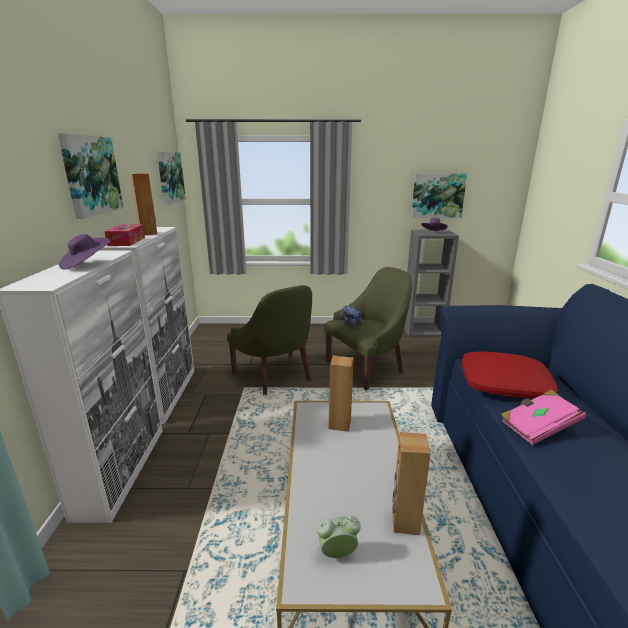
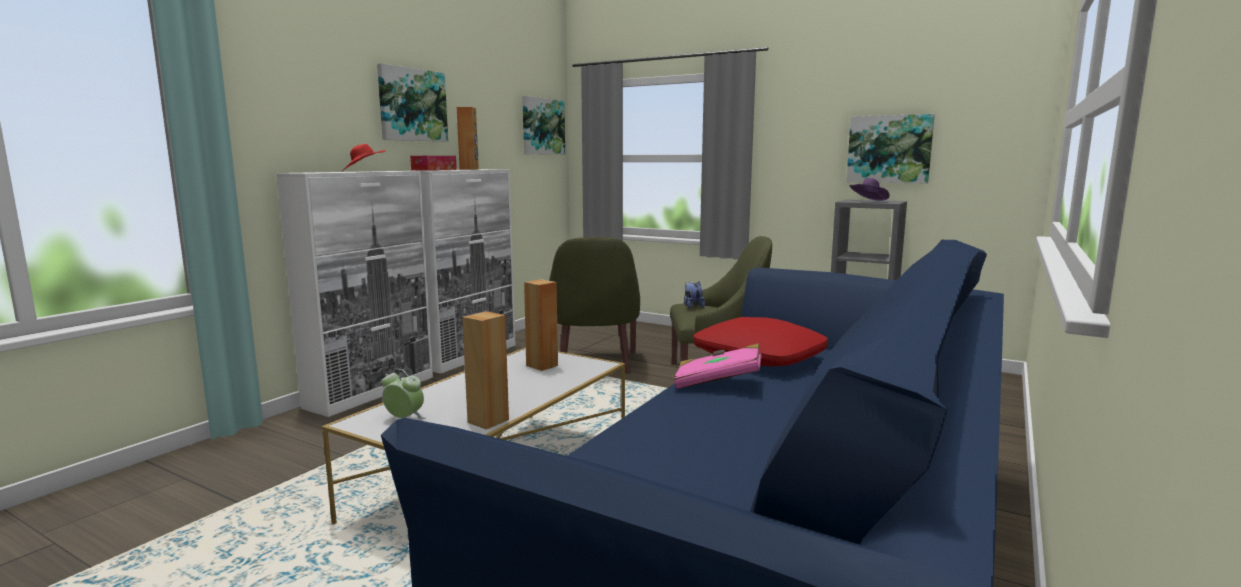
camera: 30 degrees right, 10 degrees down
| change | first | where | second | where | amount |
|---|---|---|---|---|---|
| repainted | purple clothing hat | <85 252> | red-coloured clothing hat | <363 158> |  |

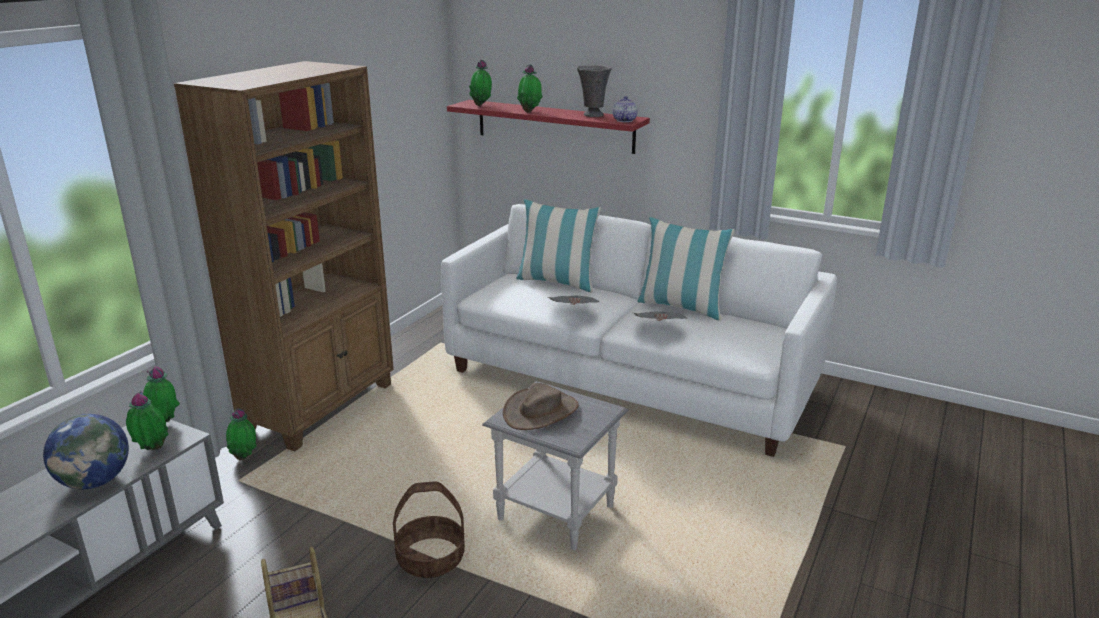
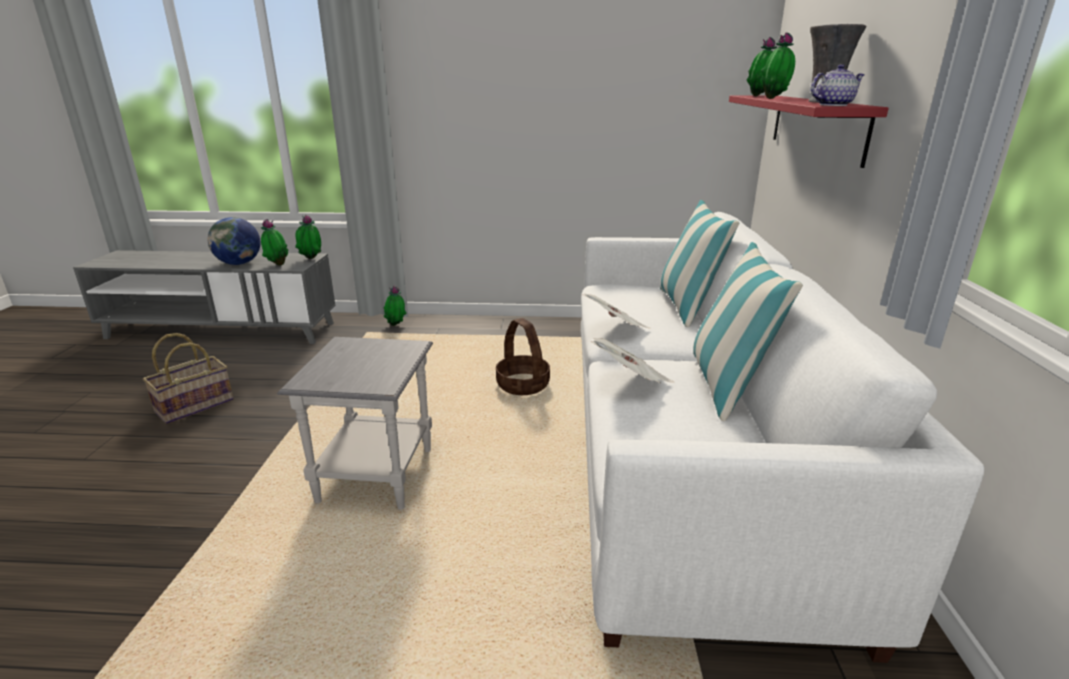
camera: 65 degrees right, 0 degrees up
| change | first | where | second | where | amount |
|---|---|---|---|---|---|
| gone | brown bookshelf | <284 256> |  |  |  |
| shifted | basket | <429 529> |  | <523 356> |  |
| gone | brown clothing hat | <541 406> |  |  |  |

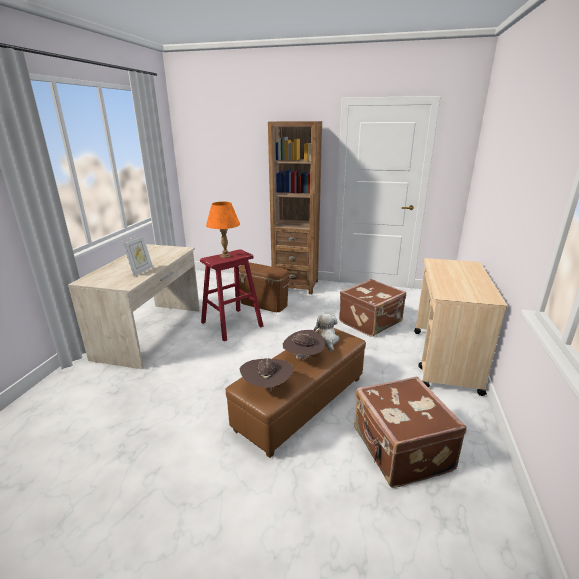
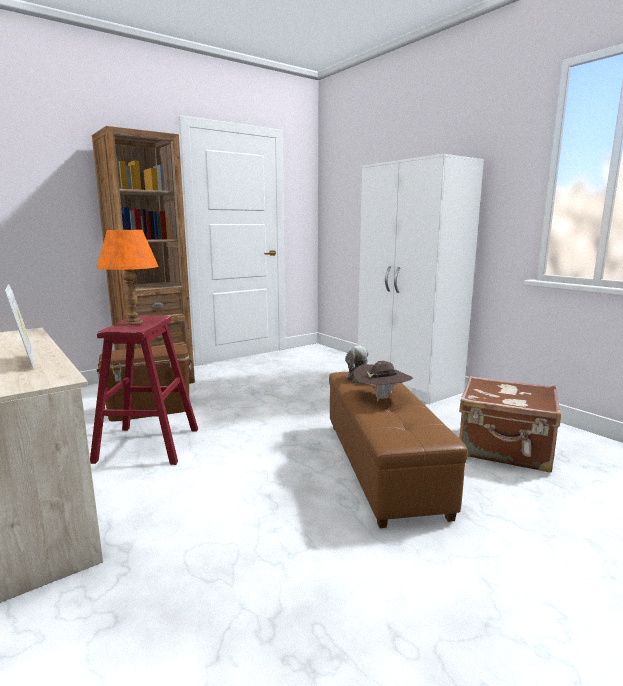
camera: 50 degrees left, 10 degrees down
| change | first | where | second | where | amount |
|---|---|---|---|---|---|
| gone | brown clothing hat | <266 373> |  |  |  |
| gone | brown piece of luggage | <372 308> |  |  |  |
| swapped | beige cart | <461 327> | whitish wardrobe | <421 279> |  |

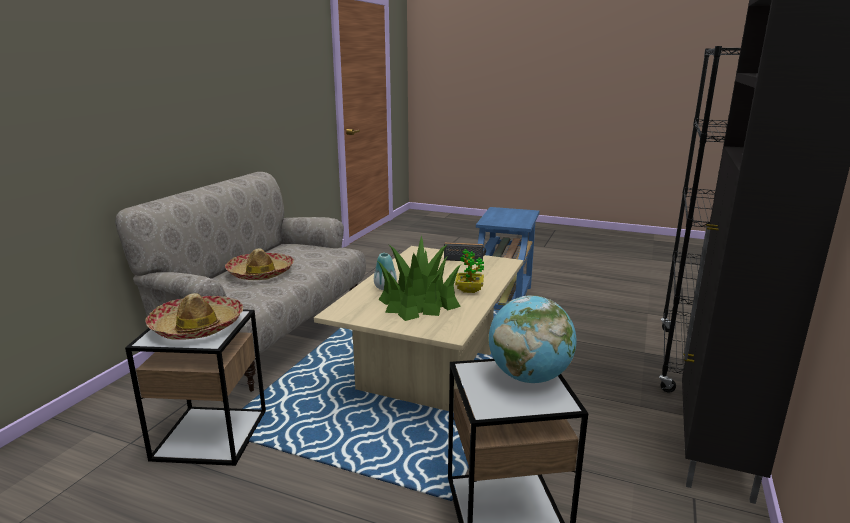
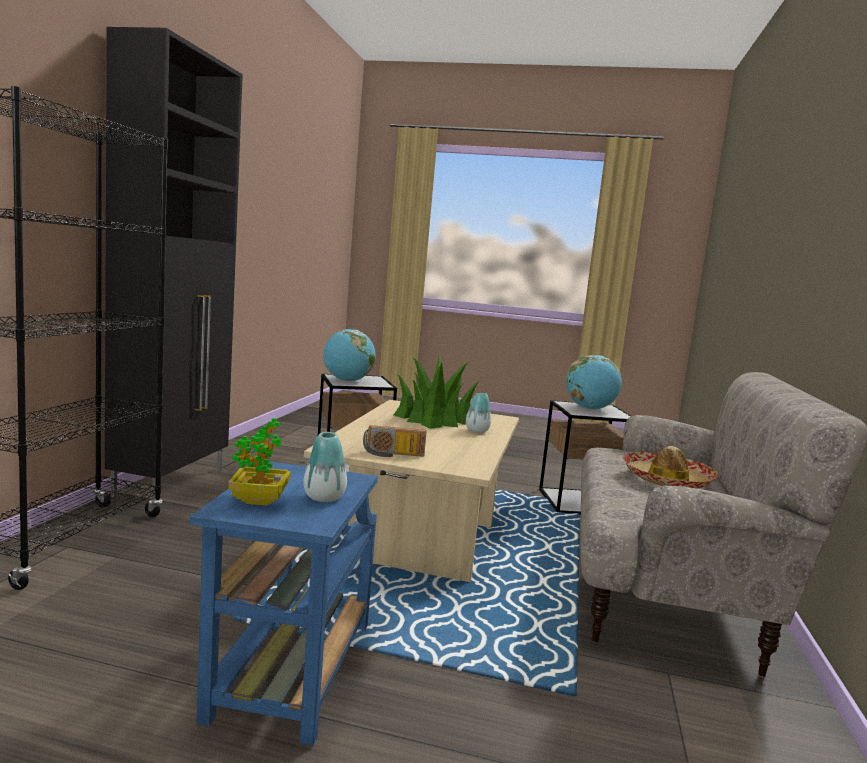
camera: 170 degrees right, 10 degrees down
| change | first | where | second | where | amount |
|---|---|---|---|---|---|
| swapped | clothing hat | <194 316> | globe | <594 382> |  |
| shifted | houseplant | <469 271> |  | <259 462> |  |
| new |  |  | flower vase | <325 467> |  |

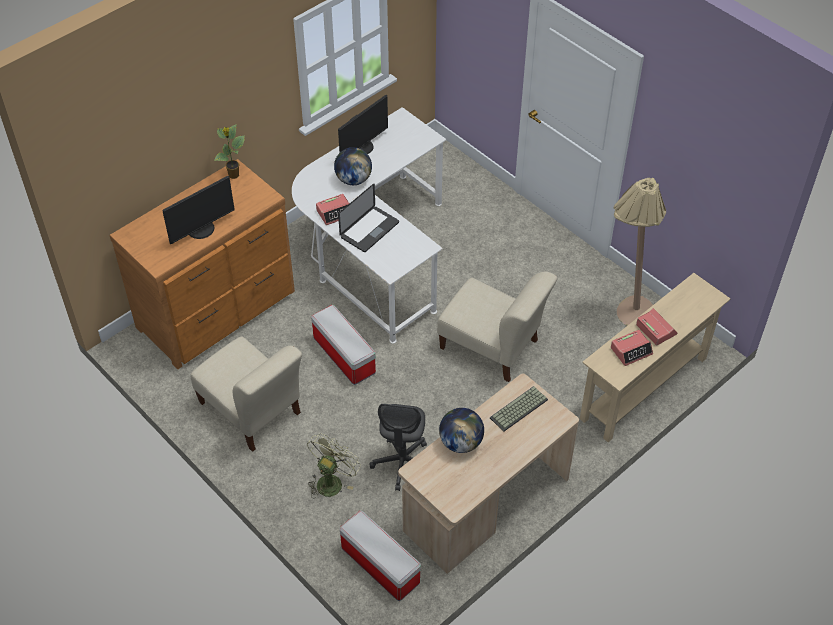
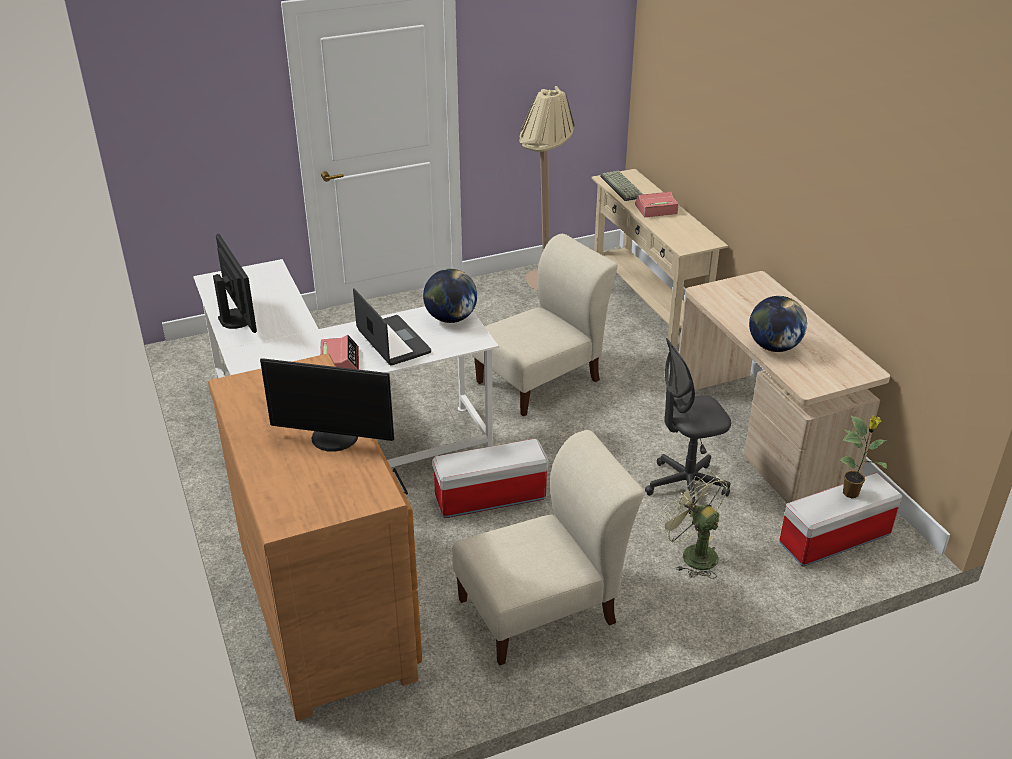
camera: 70 degrees left, 15 degrees down
| change | first | where | second | where | amount |
|---|---|---|---|---|---|
| rotated | monitor | <198 210> |  | <327 405> | 120 degrees clockwise |
| shifted | houseplant | <229 151> |  | <863 456> |  |
| shifted | globe | <353 166> |  | <450 296> |  |
| rotated | gray office chair | <398 447> |  | <688 426> | 135 degrees clockwise |
| shifted | PC keyboard | <519 408> |  | <621 186> |  |
| gone | bedside clock | <632 348> |  |  |  |

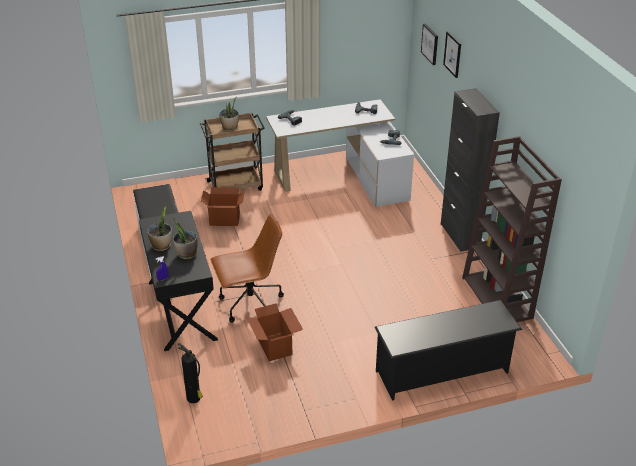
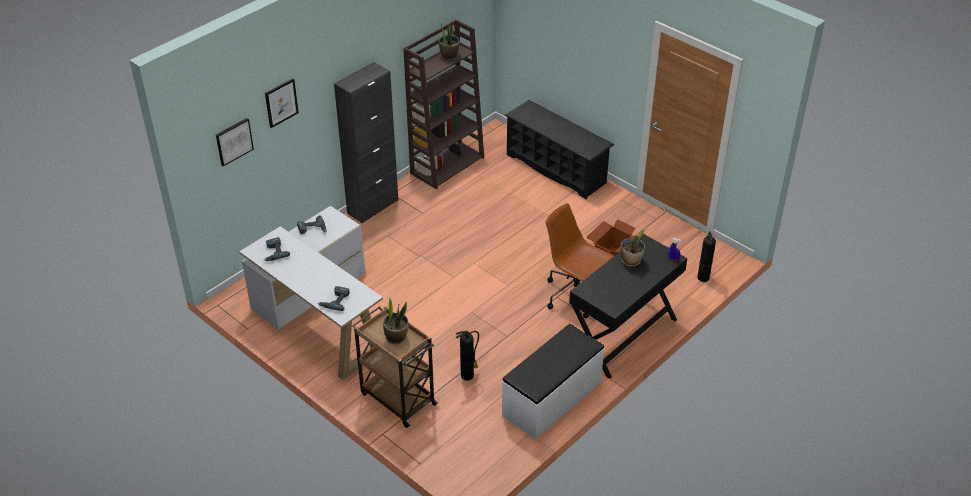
camera: 120 degrees left, 5 degrees up
| change | first | where | second | where | amount |
|---|---|---|---|---|---|
| shifted | houseplant | <159 229> |  | <449 40> |  |
| swapped | carton | <223 206> | fire extinguisher | <467 356> |  |

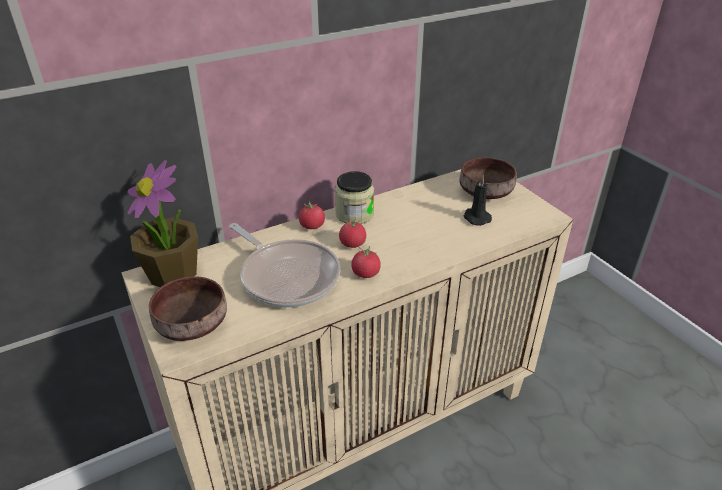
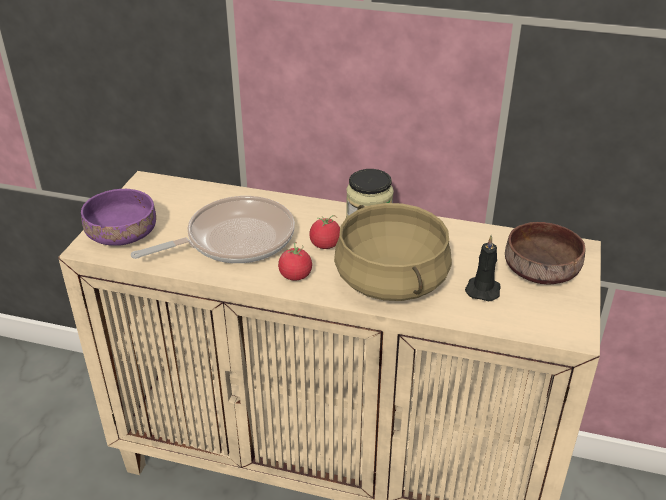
camera: 45 degrees right, 0 degrees up
| change | first | where | second | where | amount |
|---|---|---|---|---|---|
| gone | houseplant | <162 223> |  |  |  |
| repainted | brown bowl | <188 308> | purple bowl | <118 217> |  |
| rotated | skillet | <284 265> |  | <213 229> | 120 degrees counterclockwise |
| gone | whole tomato | <312 214> |  |  |  |
| new |  |  | beige saucepot | <393 252> |  |

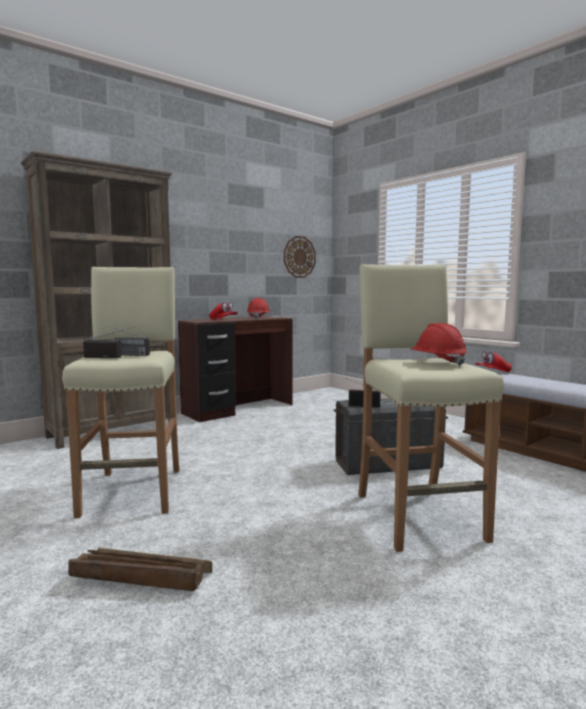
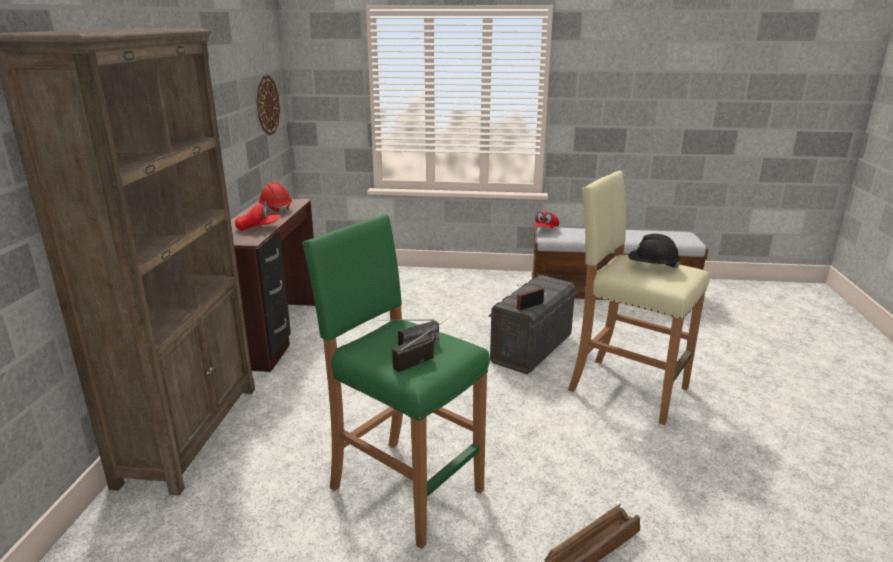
camera: 45 degrees left, 15 degrees up
| change | first | where | second | where | amount |
|---|---|---|---|---|---|
| repainted | beige stool | <120 392> | green stool | <396 381> |  |
| repainted | red-coloured work helmet | <439 344> | black work helmet | <654 251> |  |

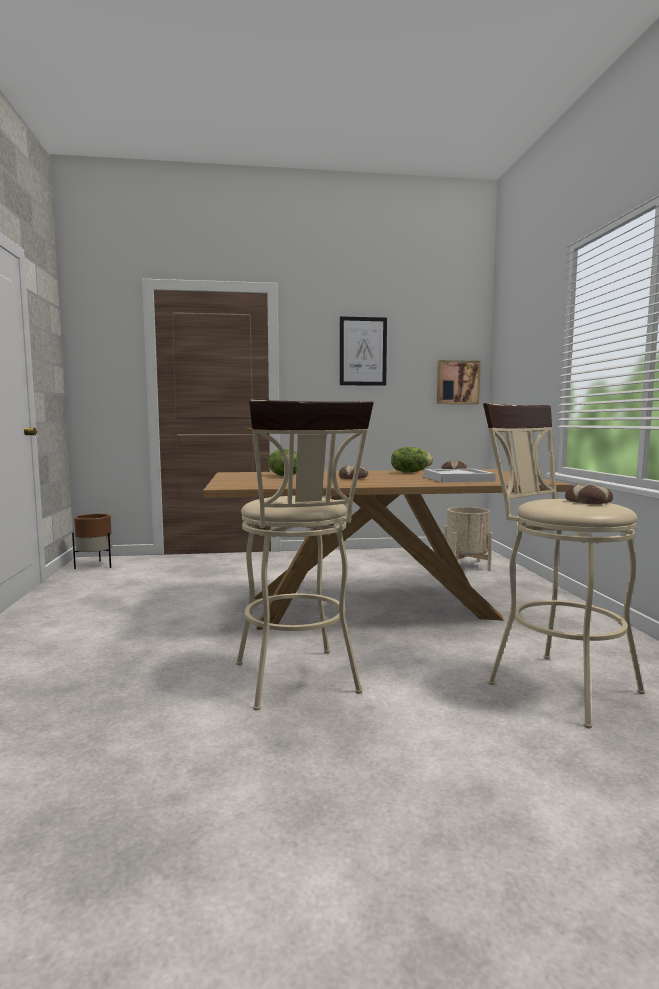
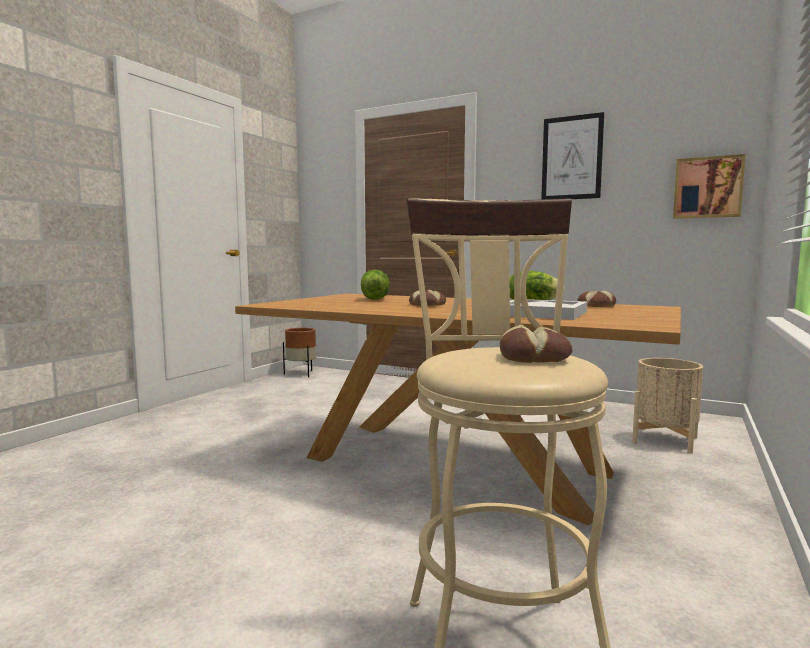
camera: 35 degrees right, 0 degrees up
| change | first | where | second | where | amount |
|---|---|---|---|---|---|
| gone | beige stool | <305 555> |  |  |  |

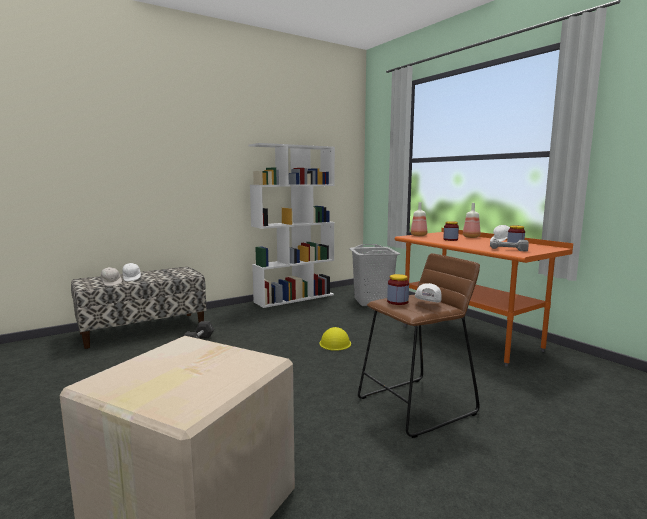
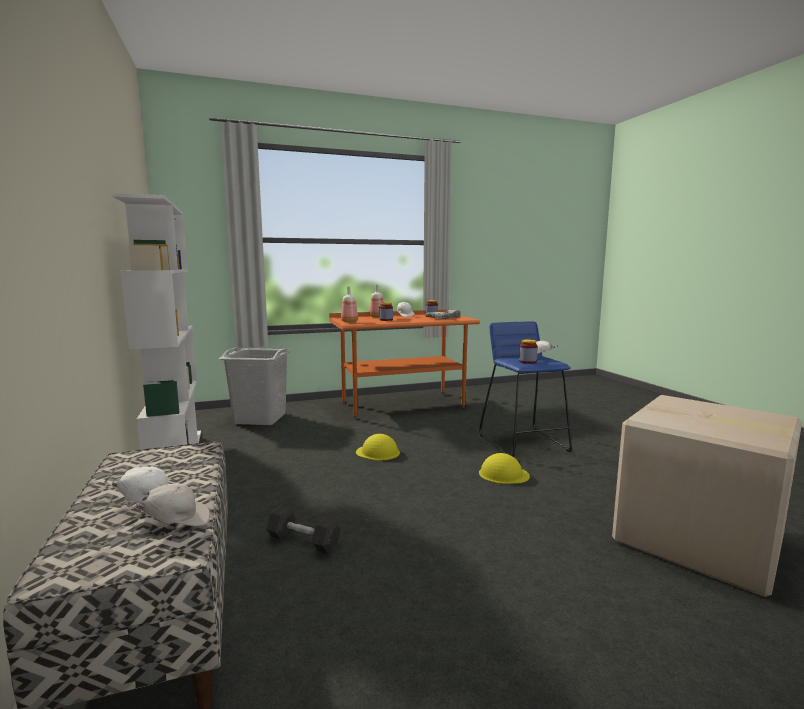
camera: 75 degrees left, 0 degrees up
| change | first | where | second | where | amount |
|---|---|---|---|---|---|
| repainted | brown stool | <419 345> | blue stool | <525 389> |  |
| new |  |  | yellow work helmet | <504 468> |  |

